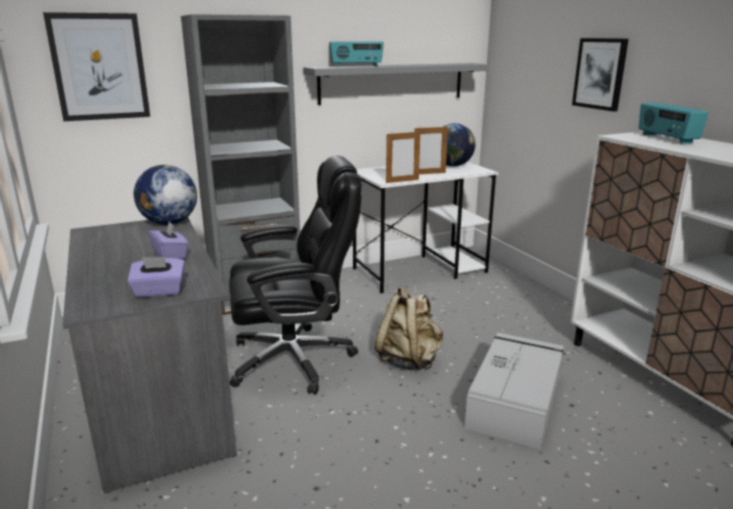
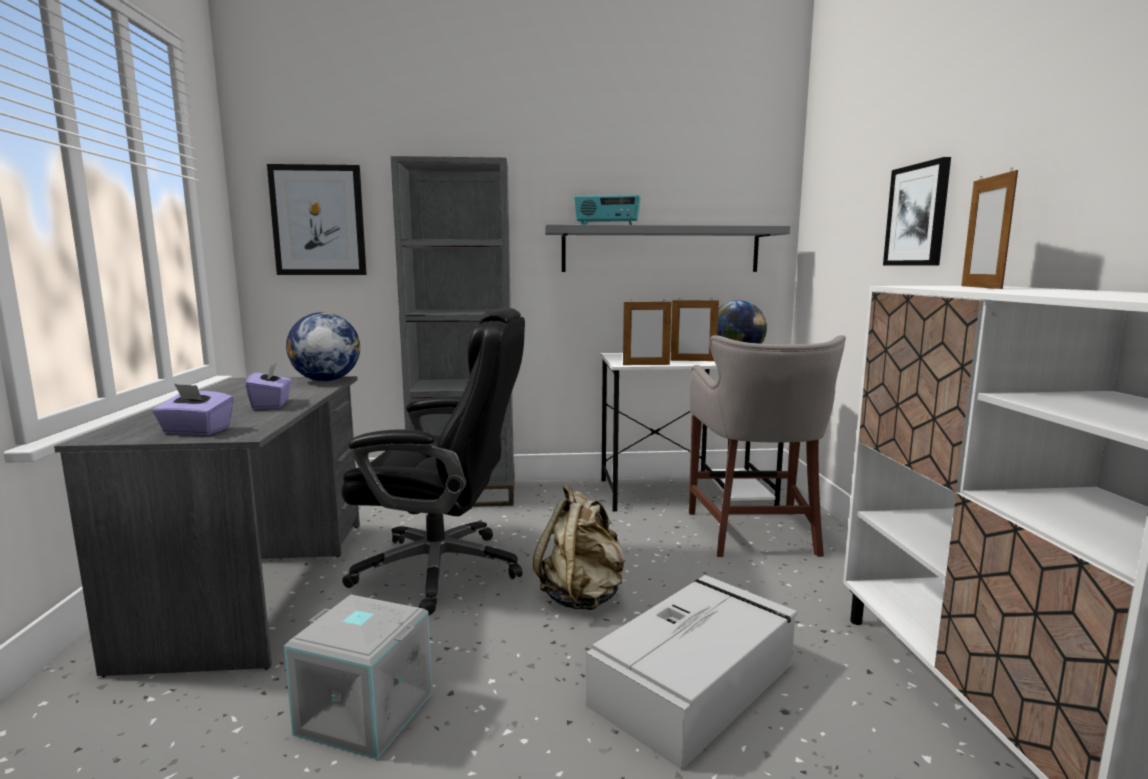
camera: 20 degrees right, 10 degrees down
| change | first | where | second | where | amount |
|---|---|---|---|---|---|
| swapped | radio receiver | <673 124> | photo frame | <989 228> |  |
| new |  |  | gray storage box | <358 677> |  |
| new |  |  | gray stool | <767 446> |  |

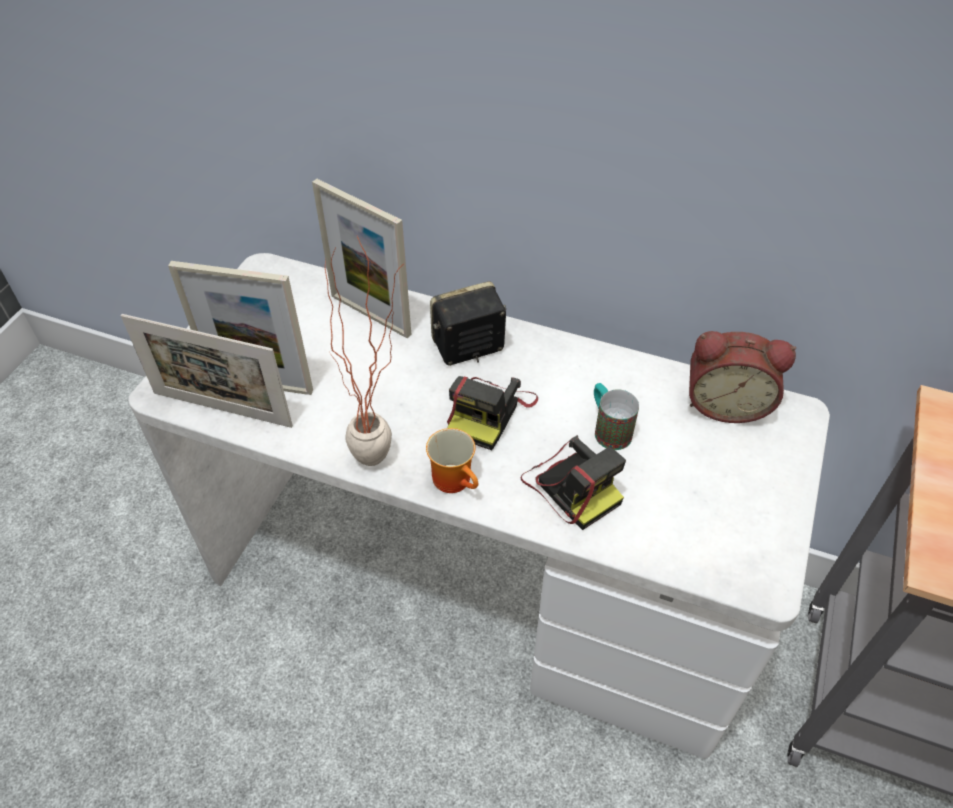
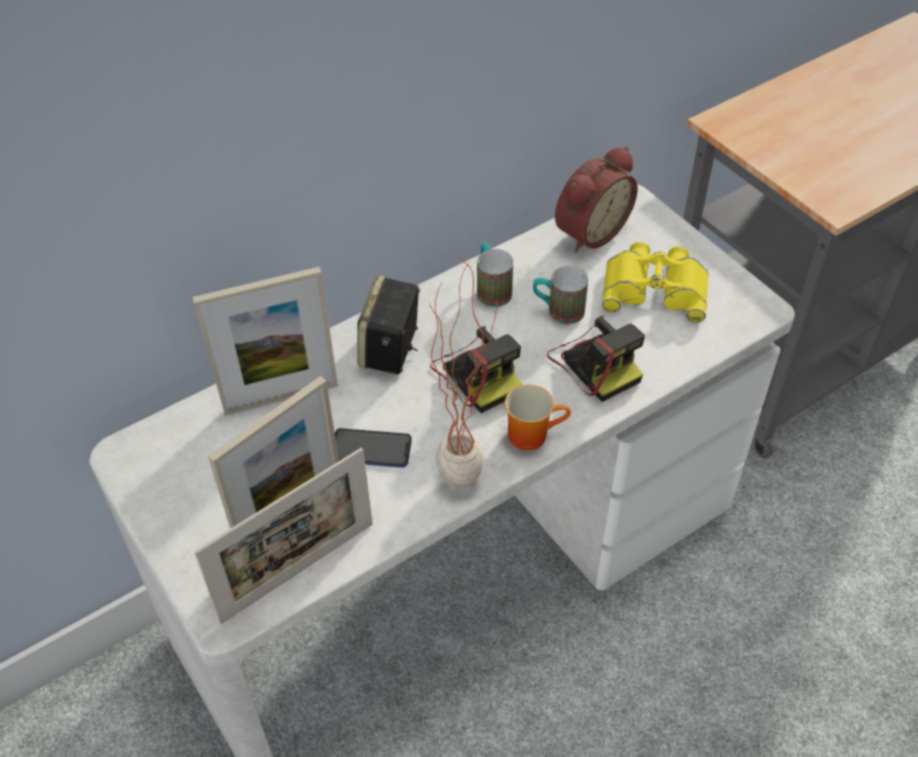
camera: 55 degrees left, 0 degrees up
| change | first | where | second | where | amount |
|---|---|---|---|---|---|
| rotated | photo camera | <573 482> |  | <596 359> | 60 degrees clockwise |
| new |  |  | phone | <373 448> |  |
| new |  |  | mug | <495 275> |  |
| new |  |  | yellow pair of binoculars | <655 282> |  |

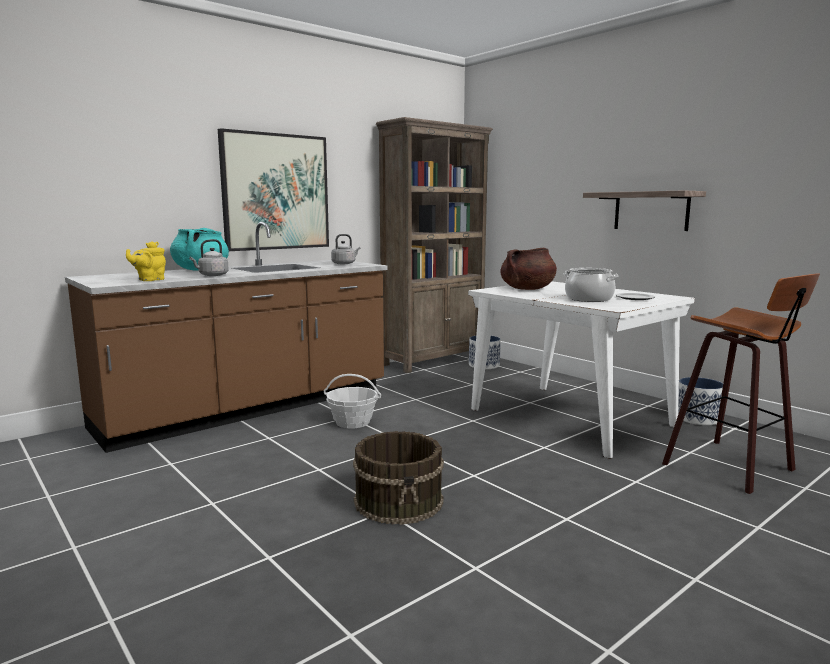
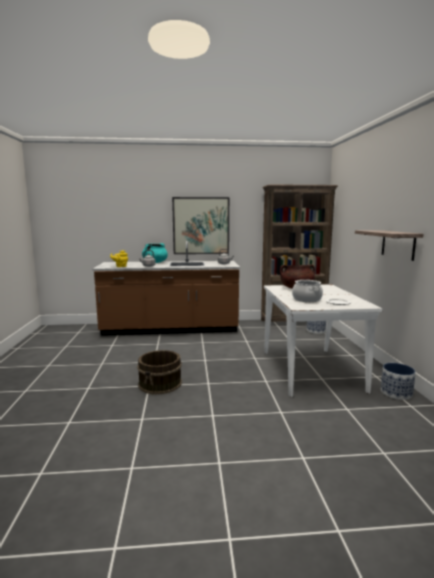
camera: 35 degrees right, 0 degrees up
| change | first | where | second | where | amount |
|---|---|---|---|---|---|
| gone | basket | <352 401> |  |  |  |
| gone | stool | <741 383> |  |  |  |

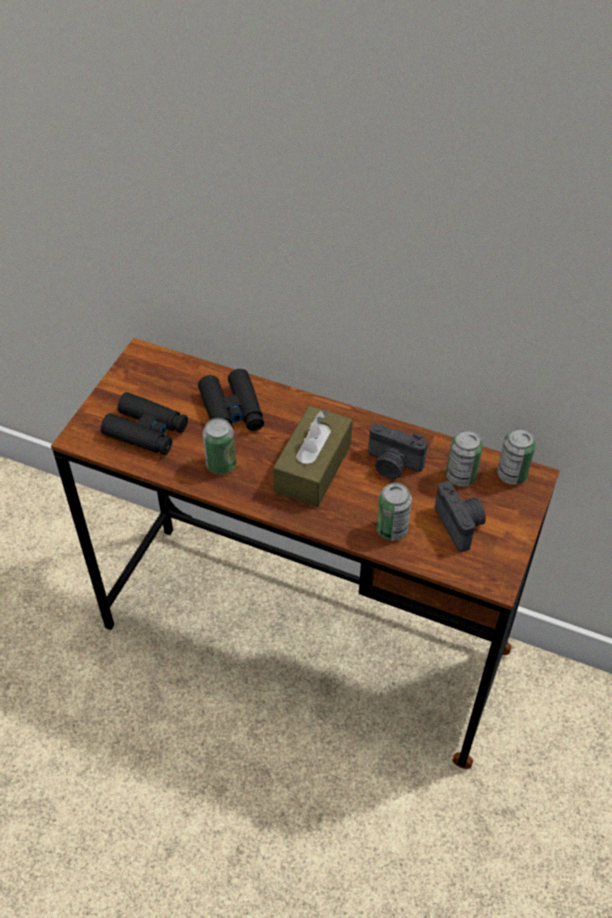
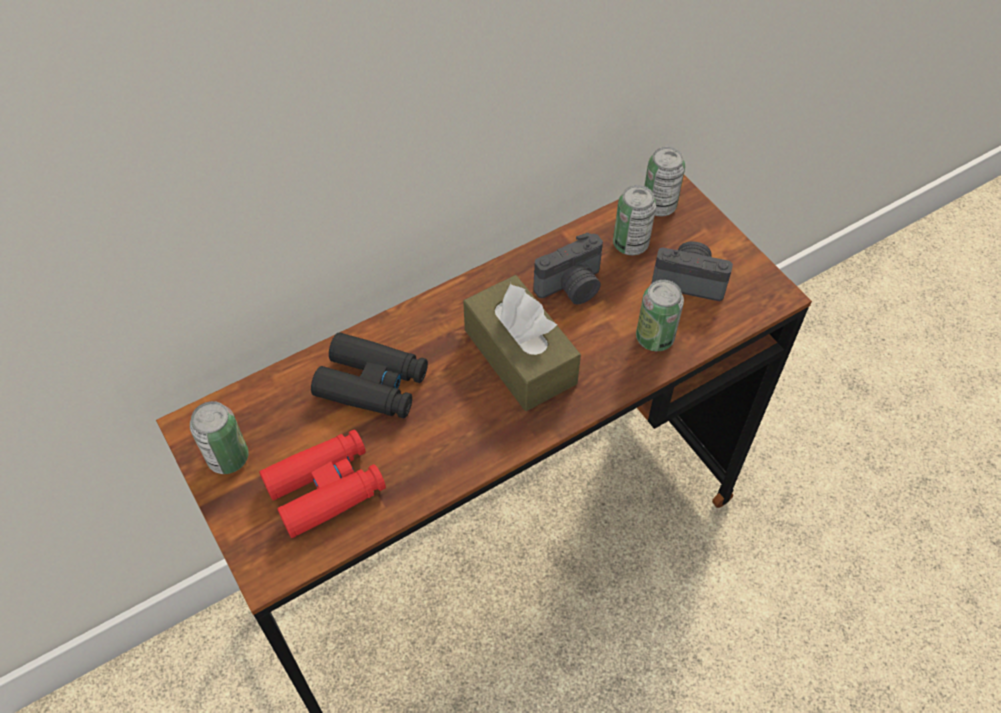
camera: 55 degrees left, 5 degrees up
| change | first | where | second | where | amount |
|---|---|---|---|---|---|
| repainted | black pair of binoculars | <144 423> | red-coloured pair of binoculars | <322 483> |  |
| shifted | can | <219 446> |  | <219 437> |  |

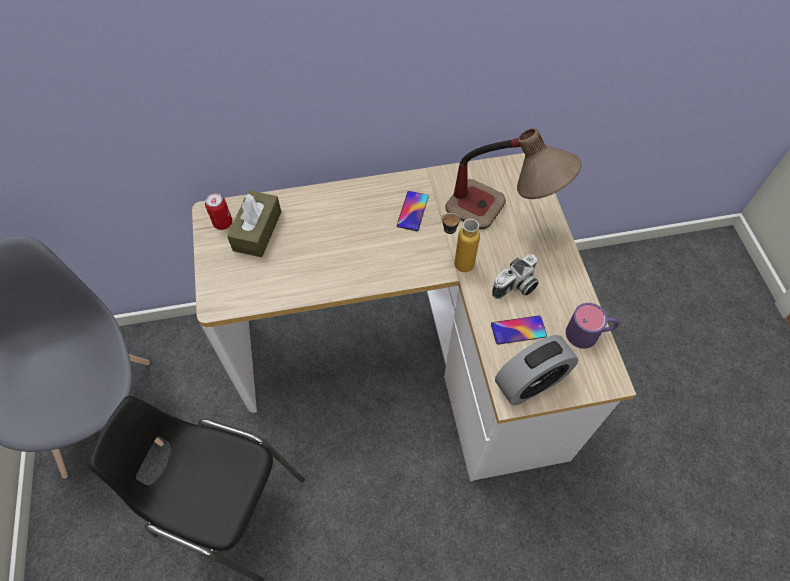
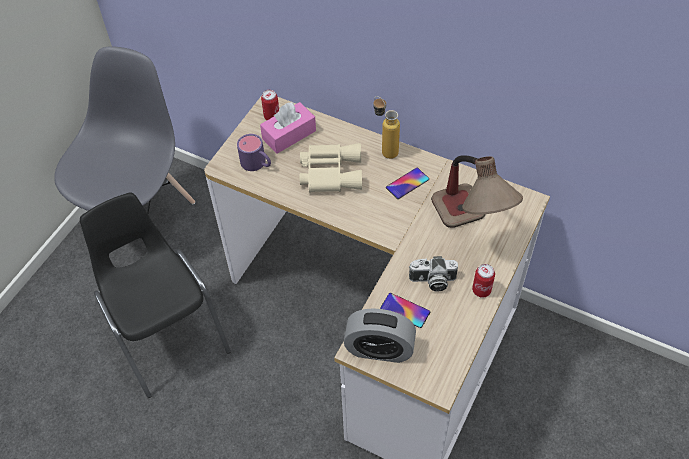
camera: 40 degrees right, 5 degrees down
| change | first | where | second | where | amount |
|---|---|---|---|---|---|
| repainted | brown box of tissues | <254 224> | pink box of tissues | <288 128> |  |
| shifted | drink bottle | <461 242> |  | <386 127> |  |
| shifted | purple mug | <593 326> |  | <254 152> |  |
| new |  |  | beige pair of binoculars | <331 168> |  |
| new |  |  | can | <483 281> |  |

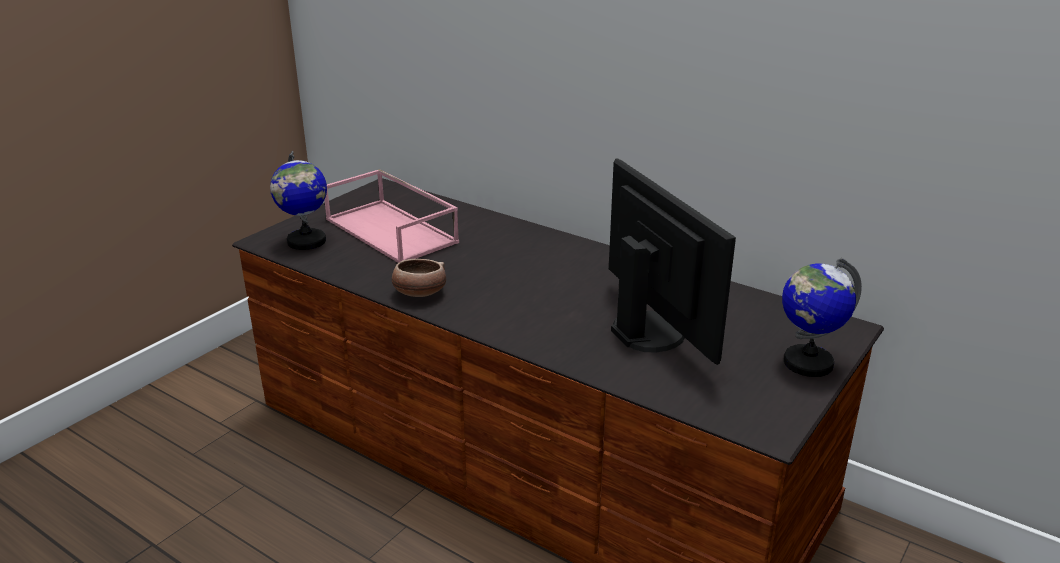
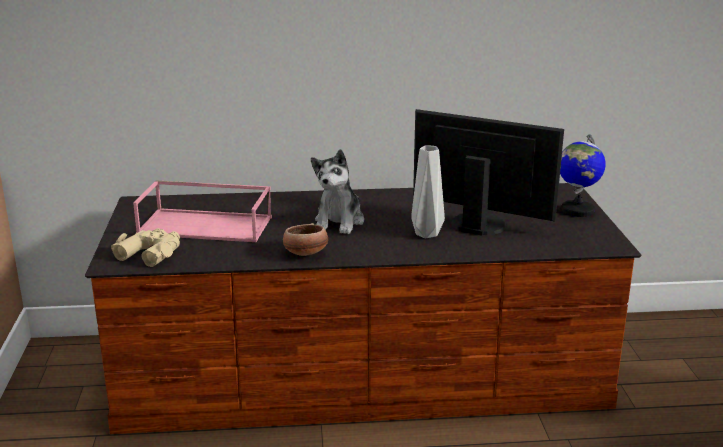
camera: 40 degrees left, 5 degrees down
| change | first | where | second | where | amount |
|---|---|---|---|---|---|
| swapped | globe | <298 200> | beige pair of binoculars | <145 247> |  |
| new |  |  | soft toy | <337 191> |  |
| new |  |  | gray flower vase | <428 191> |  |

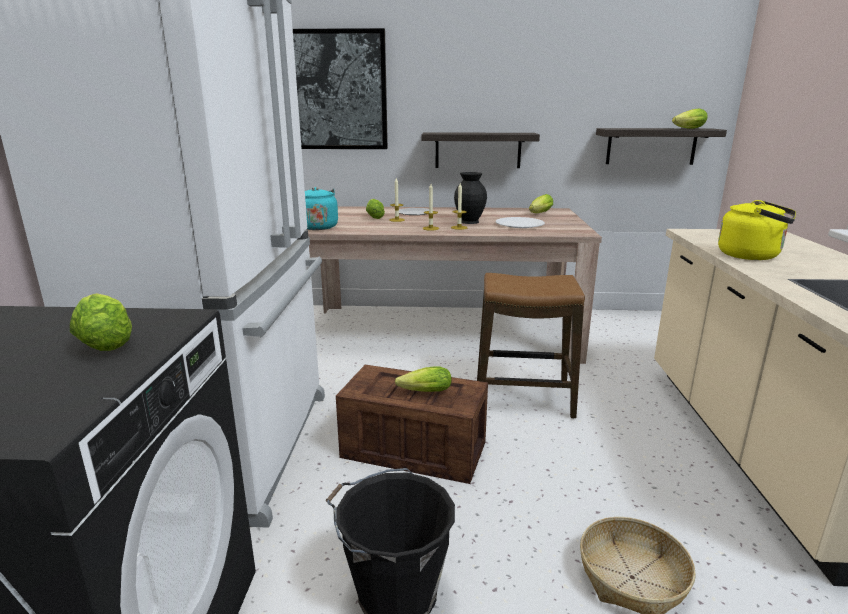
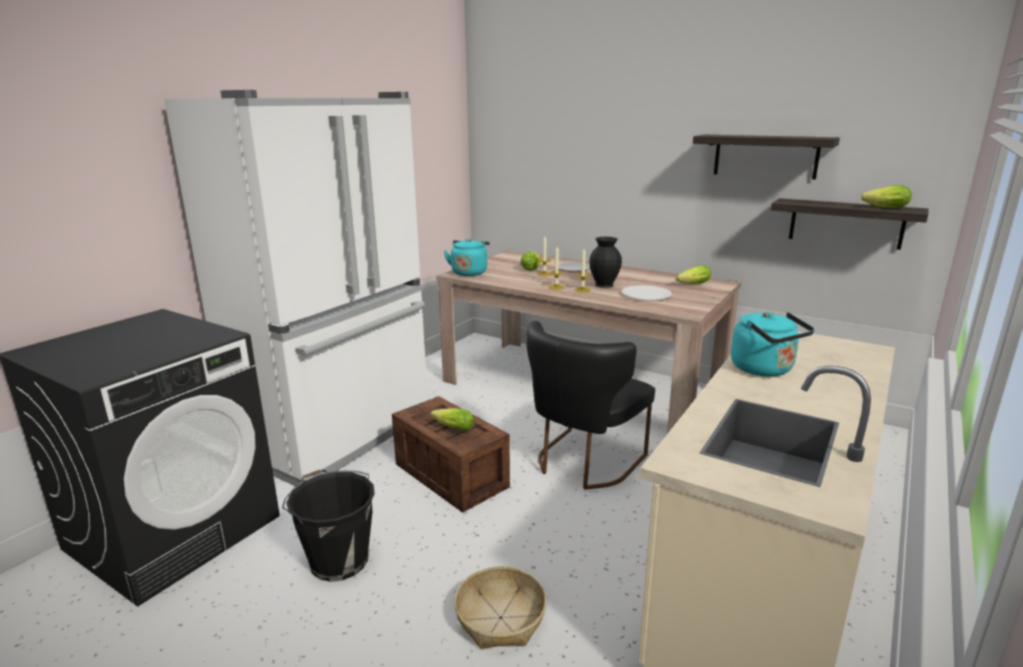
camera: 30 degrees right, 0 degrees up
| change | first | where | second | where | amount |
|---|---|---|---|---|---|
| gone | head of lettuce | <101 322> |  |  |  |
| gone | wall picture | <340 88> |  |  |  |
| shifted | shelf | <480 150> |  | <766 157> |  |
| swapped | stool | <531 346> | black plain chair | <590 405> |  |
| repainted | yellow water kettle | <757 230> | turquoise water kettle | <773 344> |  |

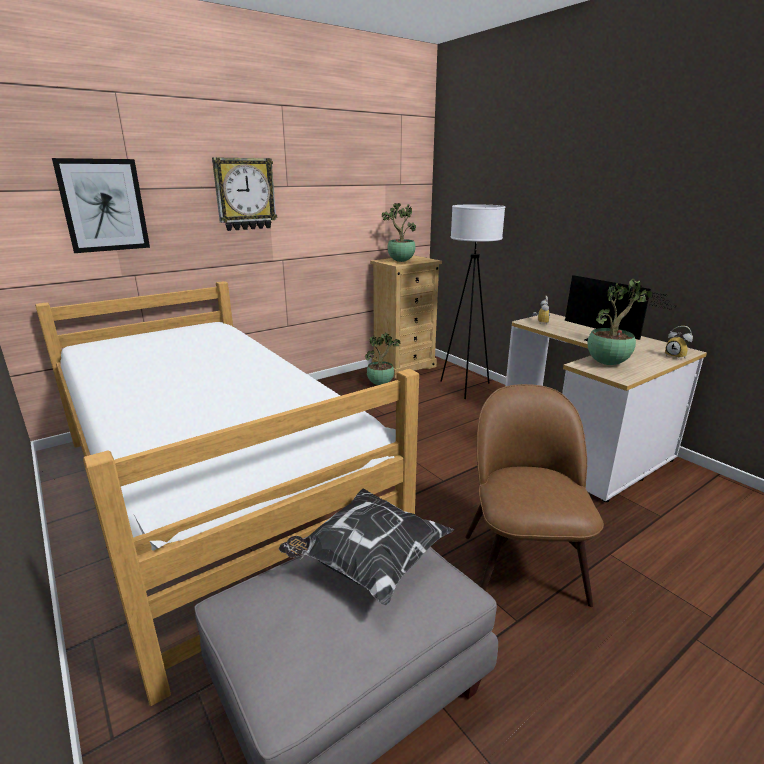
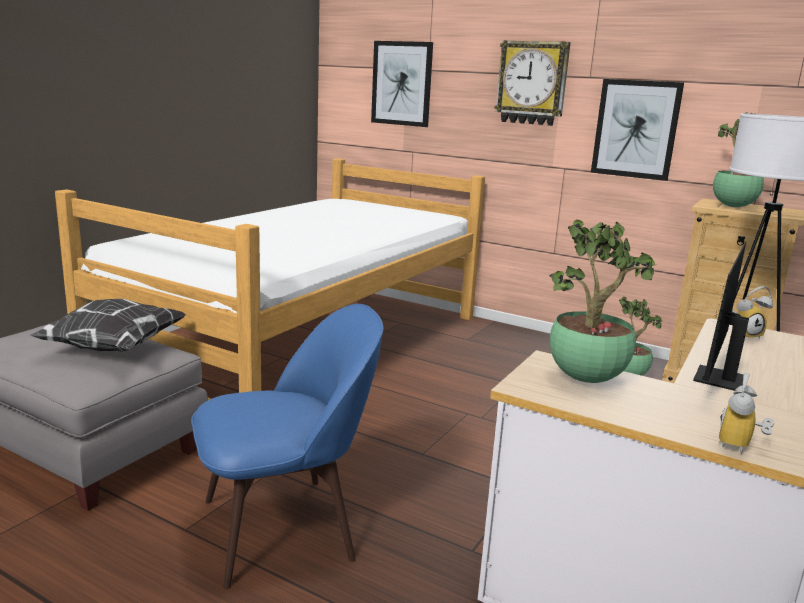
camera: 65 degrees right, 5 degrees down
| change | first | where | second | where | amount |
|---|---|---|---|---|---|
| repainted | brown plain chair | <534 495> | blue plain chair | <287 446> |  |
| new |  |  | wall picture | <637 130> |  |

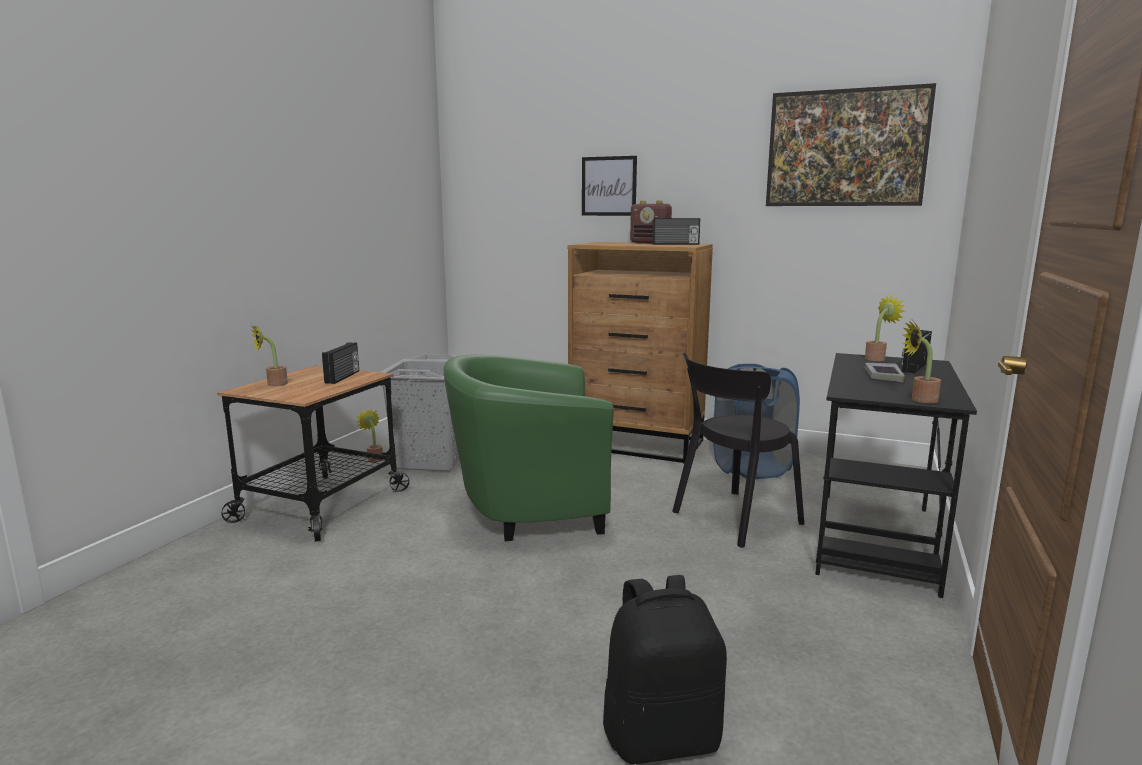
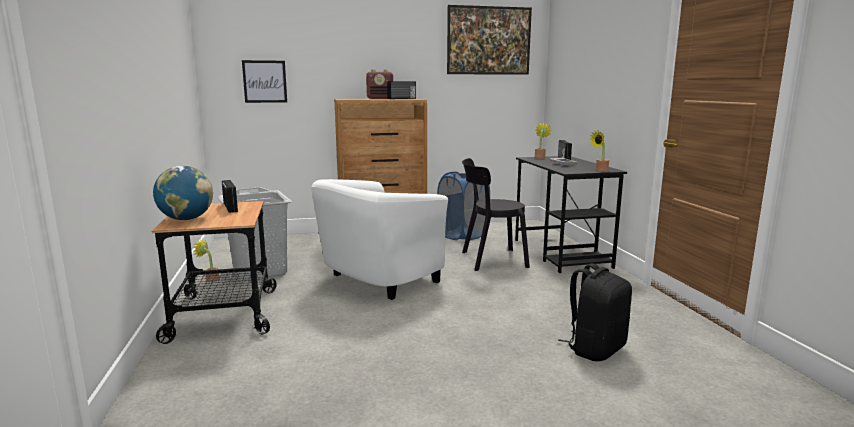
camera: 35 degrees left, 0 degrees up
| change | first | where | second | where | amount |
|---|---|---|---|---|---|
| swapped | houseplant | <269 355> | globe | <183 193> |  |
| repainted | green lounge chair | <529 448> | whitish lounge chair | <379 239> |  |
| shifted | wall picture | <609 186> |  | <264 81> |  |
| rotated | black plain chair | <738 450> |  | <496 214> | 60 degrees clockwise |

